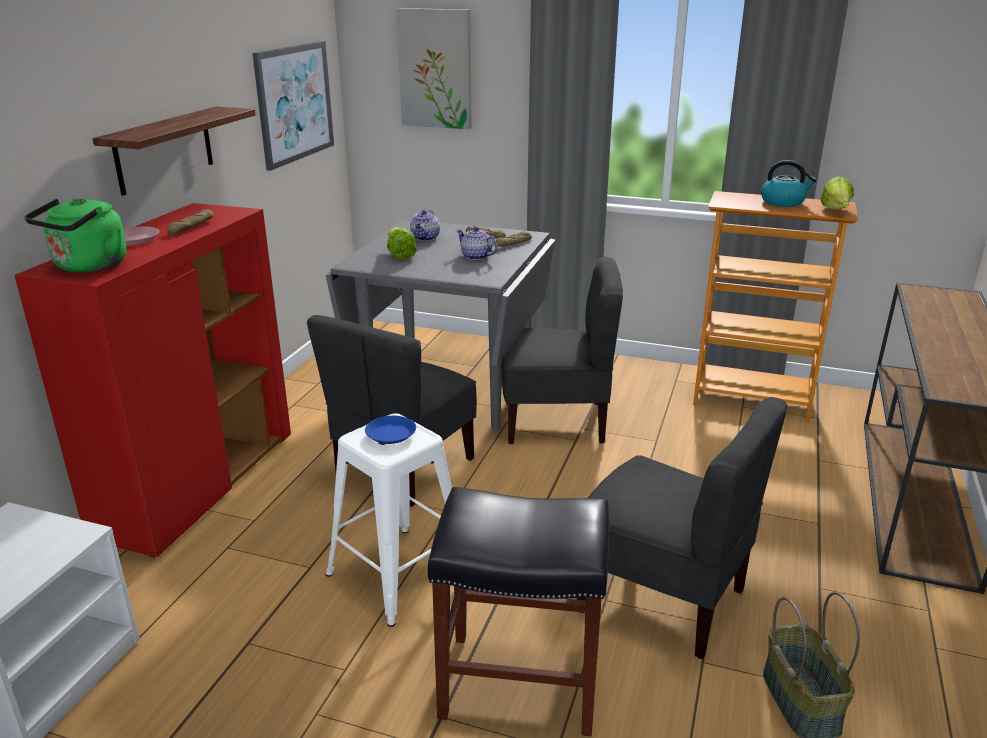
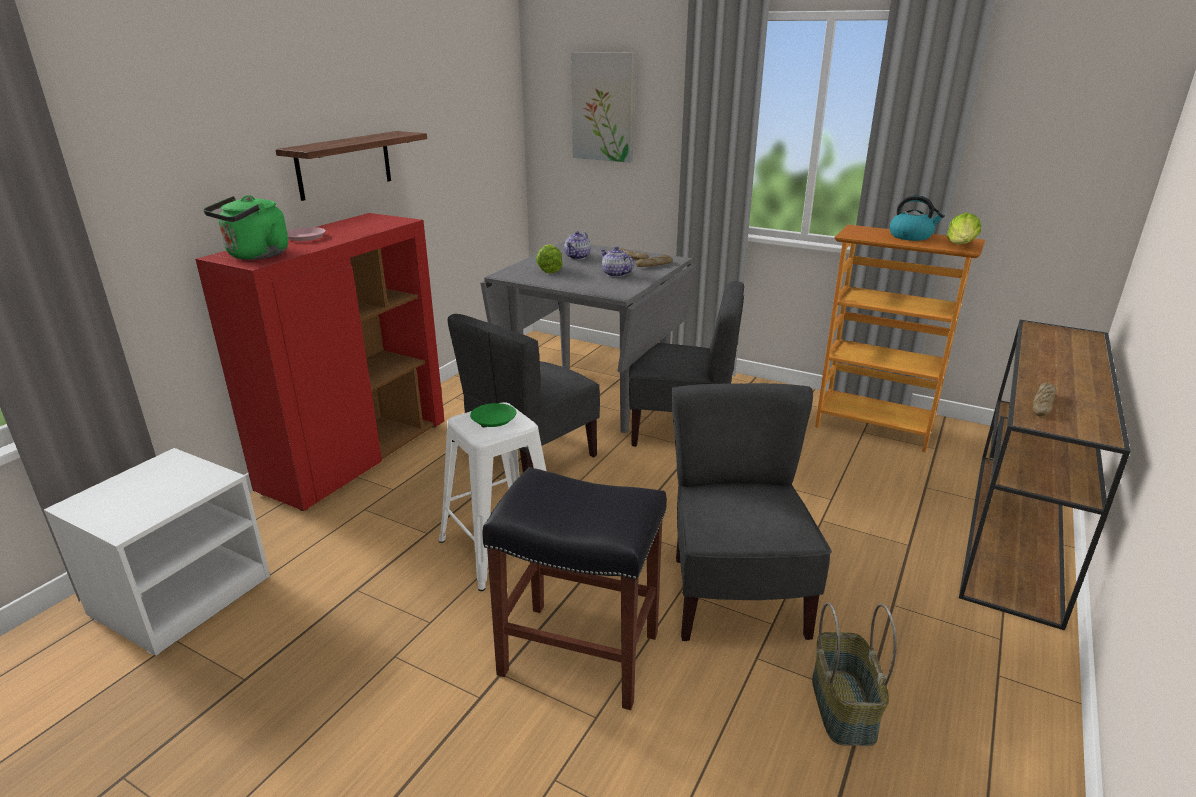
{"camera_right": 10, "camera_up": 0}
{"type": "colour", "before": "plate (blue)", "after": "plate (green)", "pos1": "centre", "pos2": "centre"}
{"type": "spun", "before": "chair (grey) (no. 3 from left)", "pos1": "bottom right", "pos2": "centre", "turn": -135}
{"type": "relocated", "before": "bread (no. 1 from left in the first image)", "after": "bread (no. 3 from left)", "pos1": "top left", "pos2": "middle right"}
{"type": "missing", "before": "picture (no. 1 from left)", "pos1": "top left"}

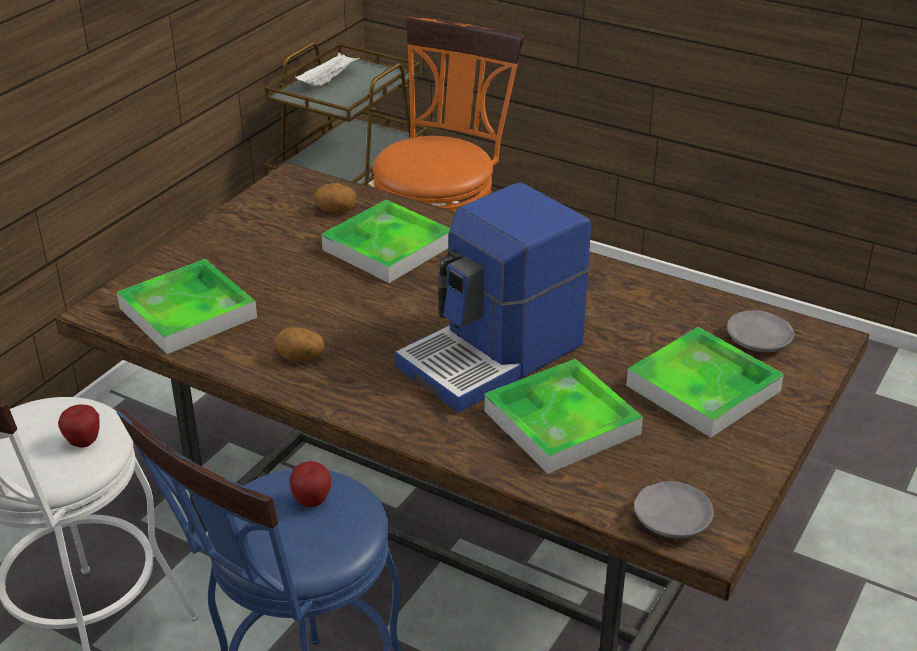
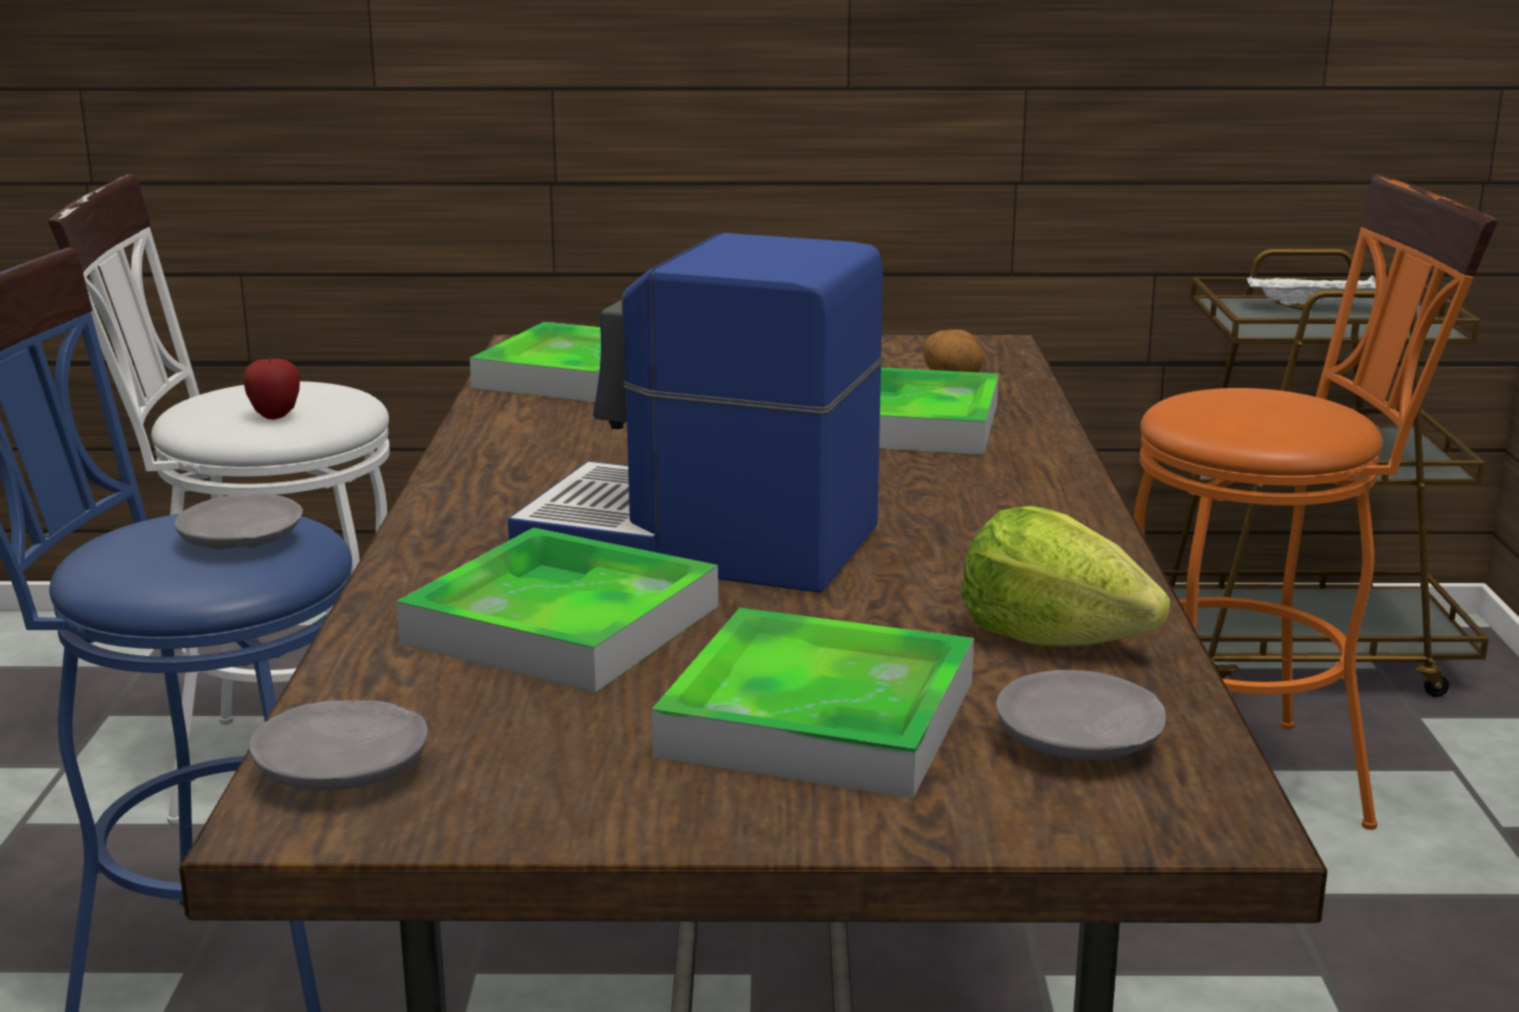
{"camera_right": 60, "camera_up": -15}
{"type": "exchanged", "before": "apple (no. 2 from left)", "after": "plate (grey) (no. 1 from left)", "pos1": "bottom centre", "pos2": "middle left"}
{"type": "appeared", "after": "lettuce", "pos2": "middle right"}
{"type": "missing", "before": "potato (no. 1 from left)", "pos1": "middle left"}

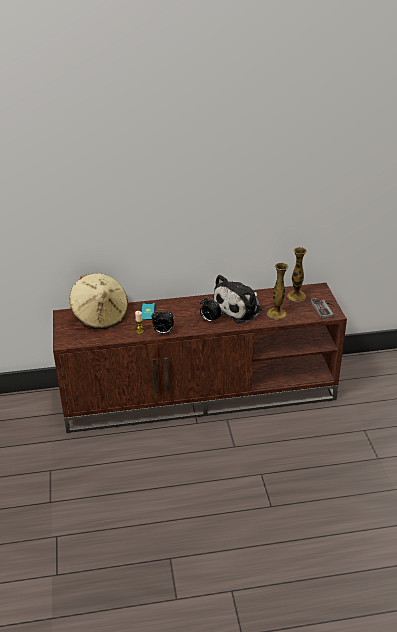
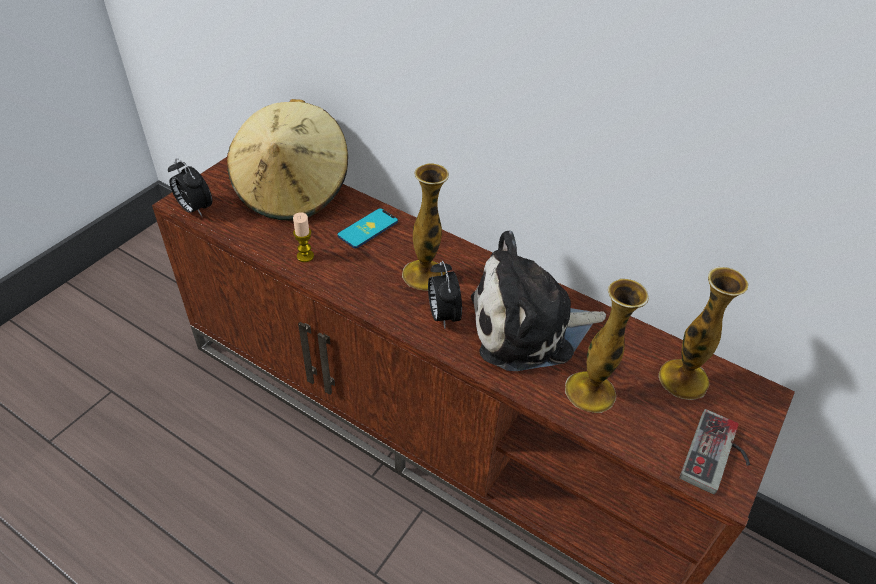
{"camera_right": 40, "camera_up": 10}
{"type": "relocated", "before": "alarm clock (no. 1 from left)", "pos1": "centre", "pos2": "top left"}
{"type": "appeared", "after": "vase (no. 1 from left)", "pos2": "centre"}

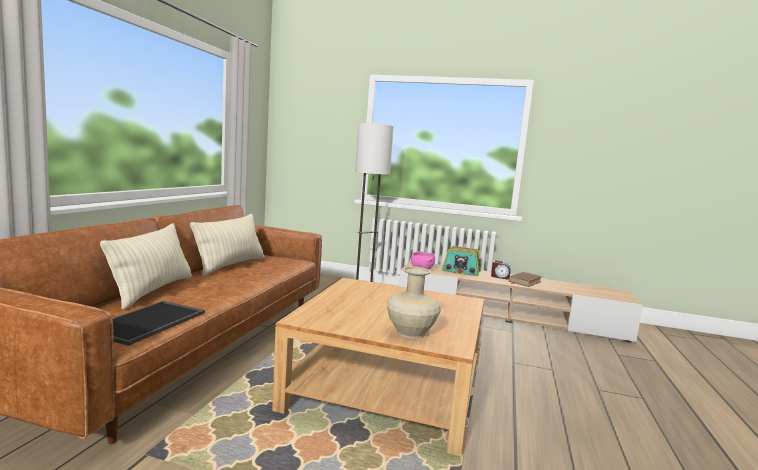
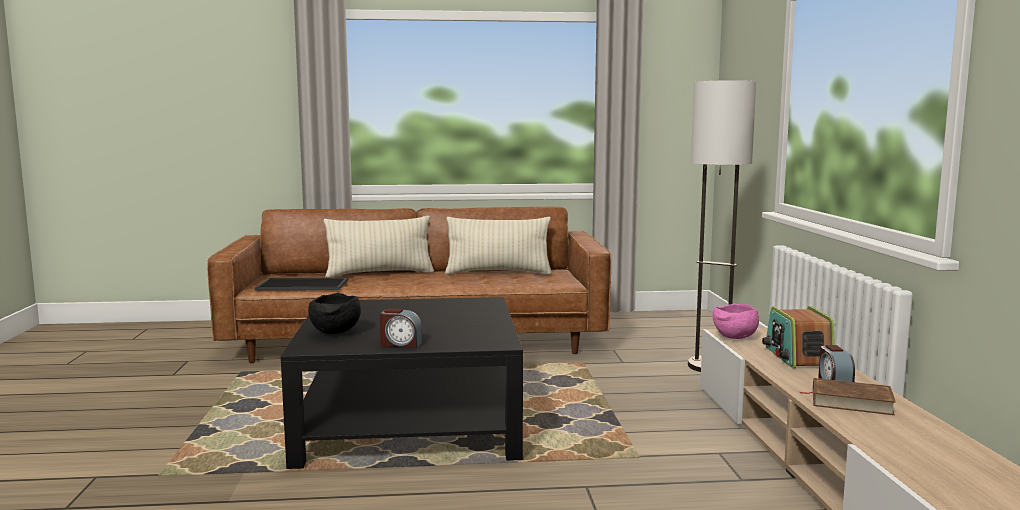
{"camera_right": 70, "camera_up": 0}
{"type": "colour", "before": "coffee table (beige)", "after": "coffee table (black)", "pos1": "bottom centre", "pos2": "bottom centre"}
{"type": "exchanged", "before": "vase (beige)", "after": "bowl (black)", "pos1": "centre", "pos2": "middle left"}
{"type": "appeared", "after": "alarm clock (no. 1 from left)", "pos2": "centre"}

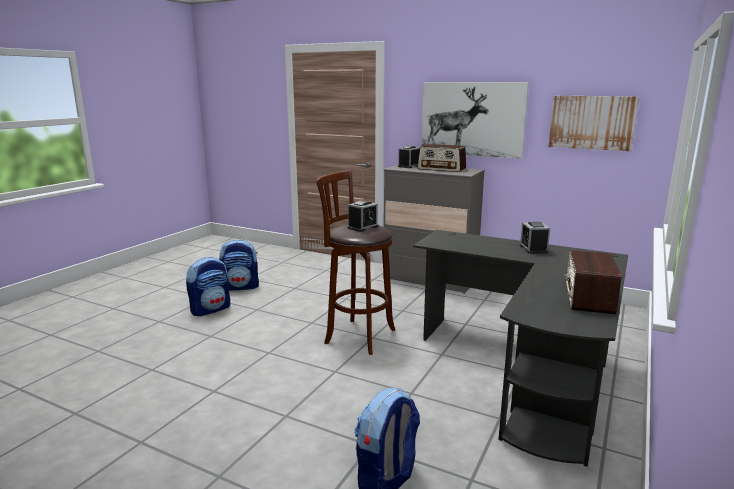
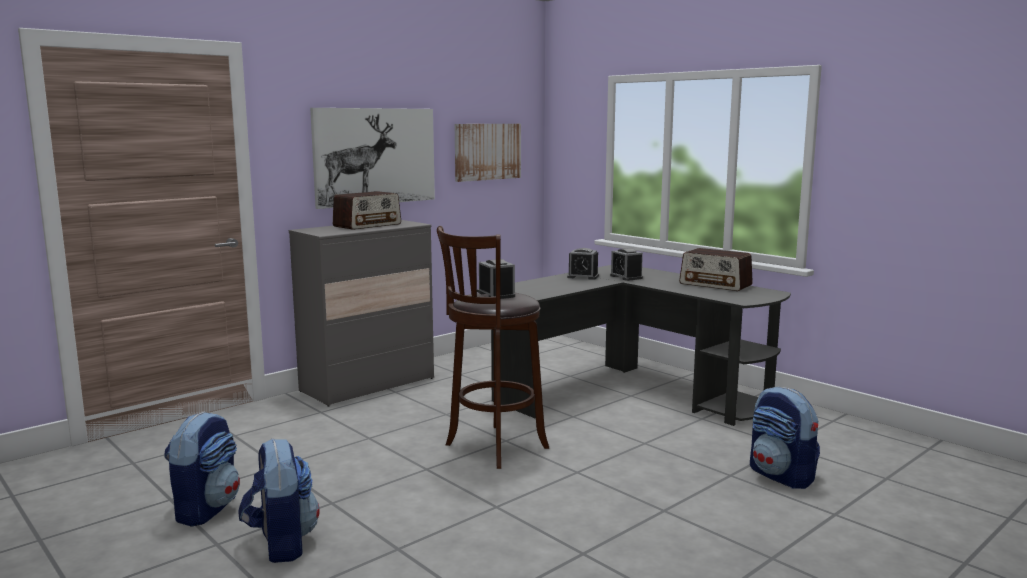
{"camera_right": -70, "camera_up": -5}
{"type": "relocated", "before": "alarm clock (no. 2 from left in the first image)", "after": "alarm clock (no. 3 from left)", "pos1": "top centre", "pos2": "centre"}

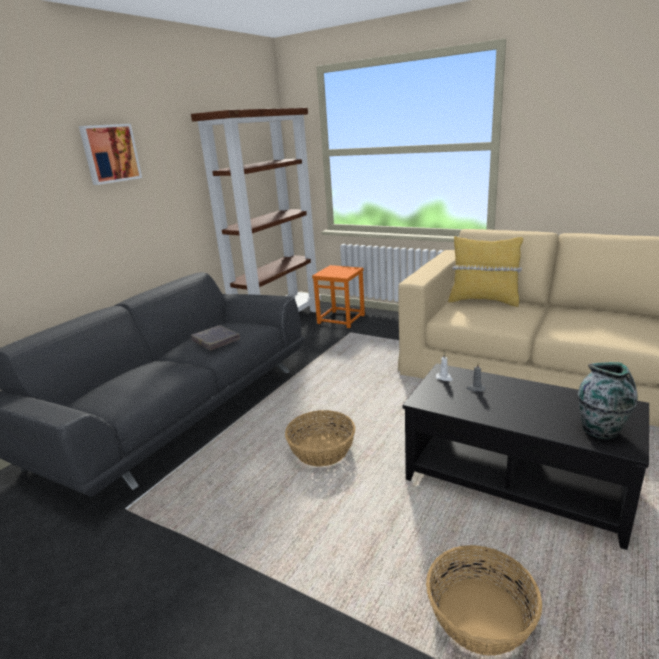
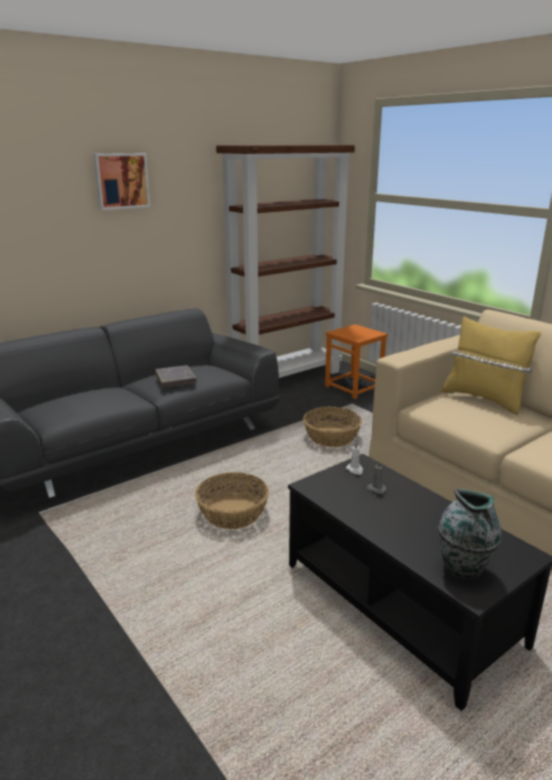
{"camera_right": 20, "camera_up": 0}
{"type": "relocated", "before": "basket (no. 2 from left)", "pos1": "bottom right", "pos2": "centre"}

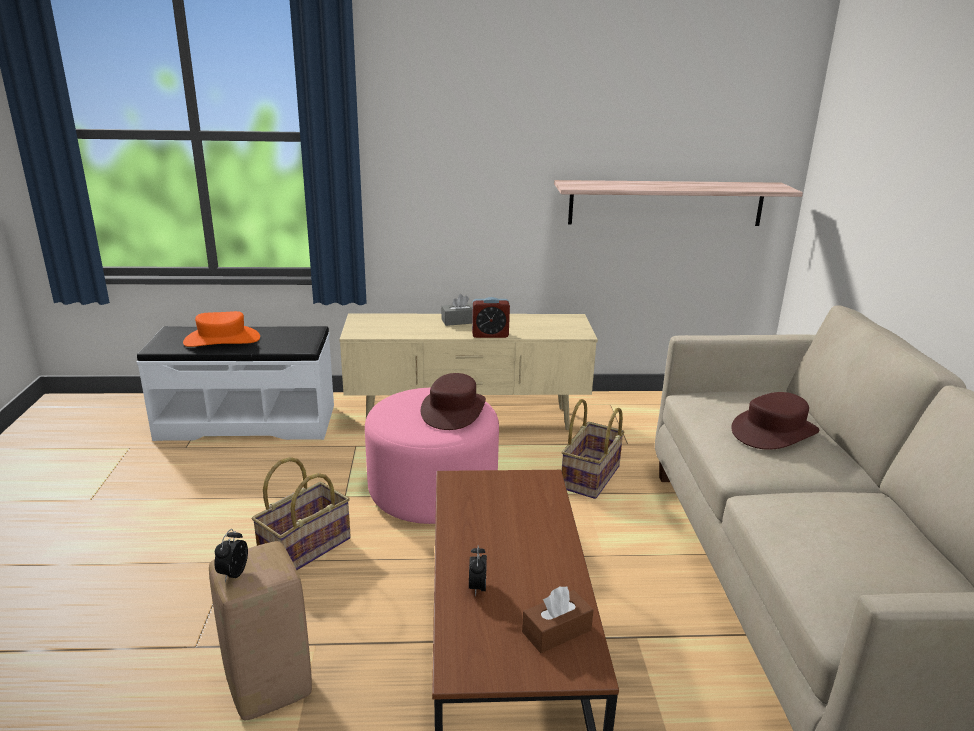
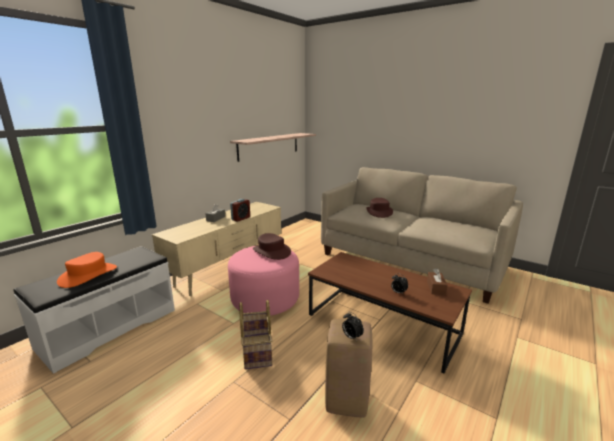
{"camera_right": -50, "camera_up": -5}
{"type": "missing", "before": "basket (no. 2 from left)", "pos1": "centre"}

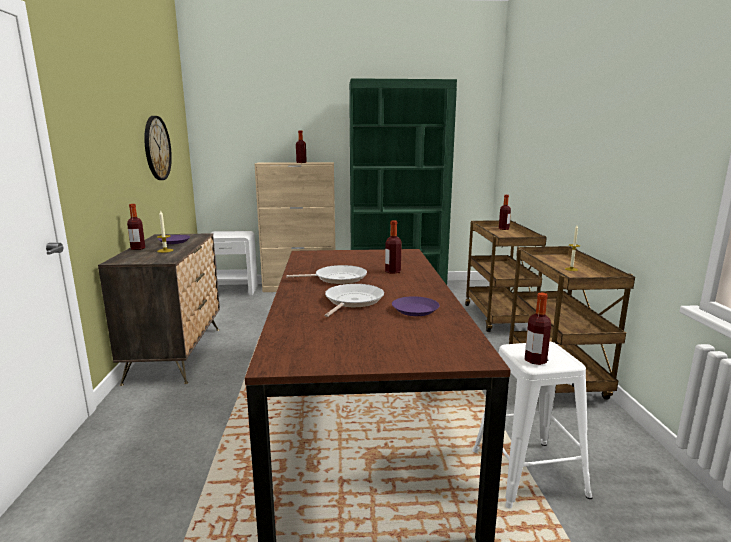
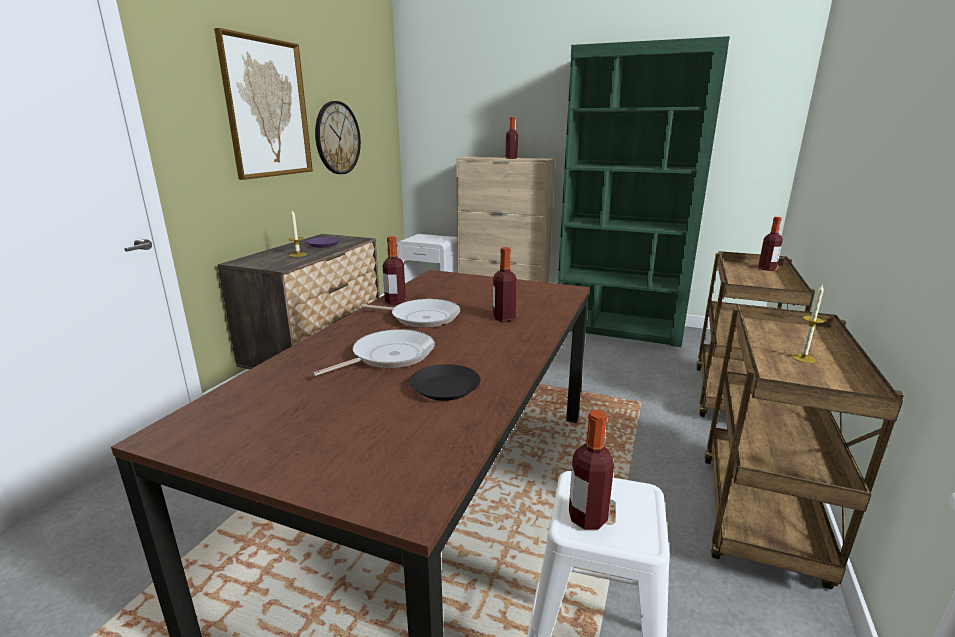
{"camera_right": 25, "camera_up": 5}
{"type": "appeared", "after": "picture", "pos2": "top left"}
{"type": "relocated", "before": "bottle (no. 1 from left)", "pos1": "middle left", "pos2": "centre"}
{"type": "colour", "before": "plate (purple) (no. 2 from left)", "after": "plate (black)", "pos1": "centre", "pos2": "centre"}

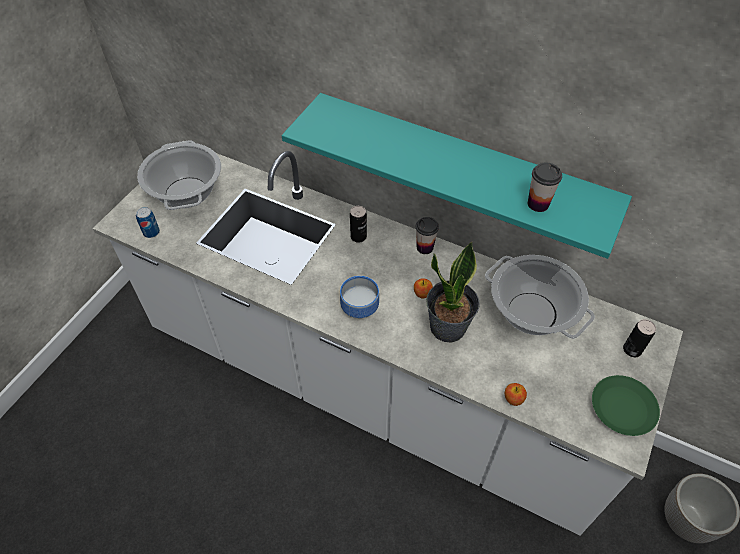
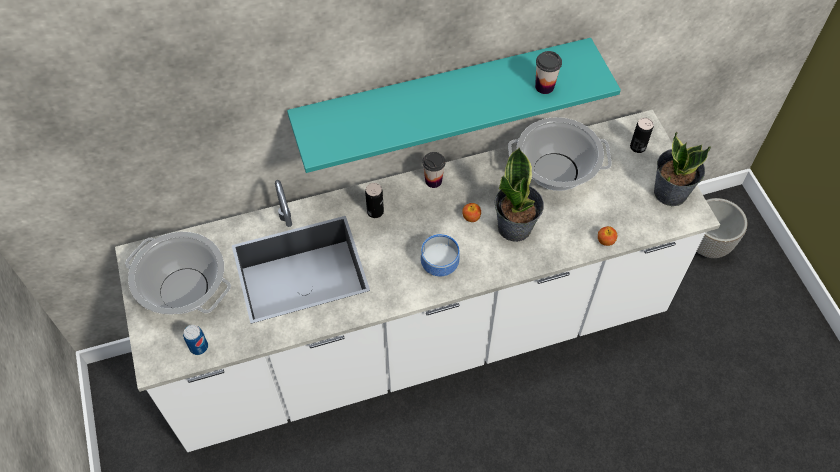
{"camera_right": -45, "camera_up": 5}
{"type": "exchanged", "before": "plate (green)", "after": "potted plant (no. 2 from left)", "pos1": "bottom right", "pos2": "middle right"}

